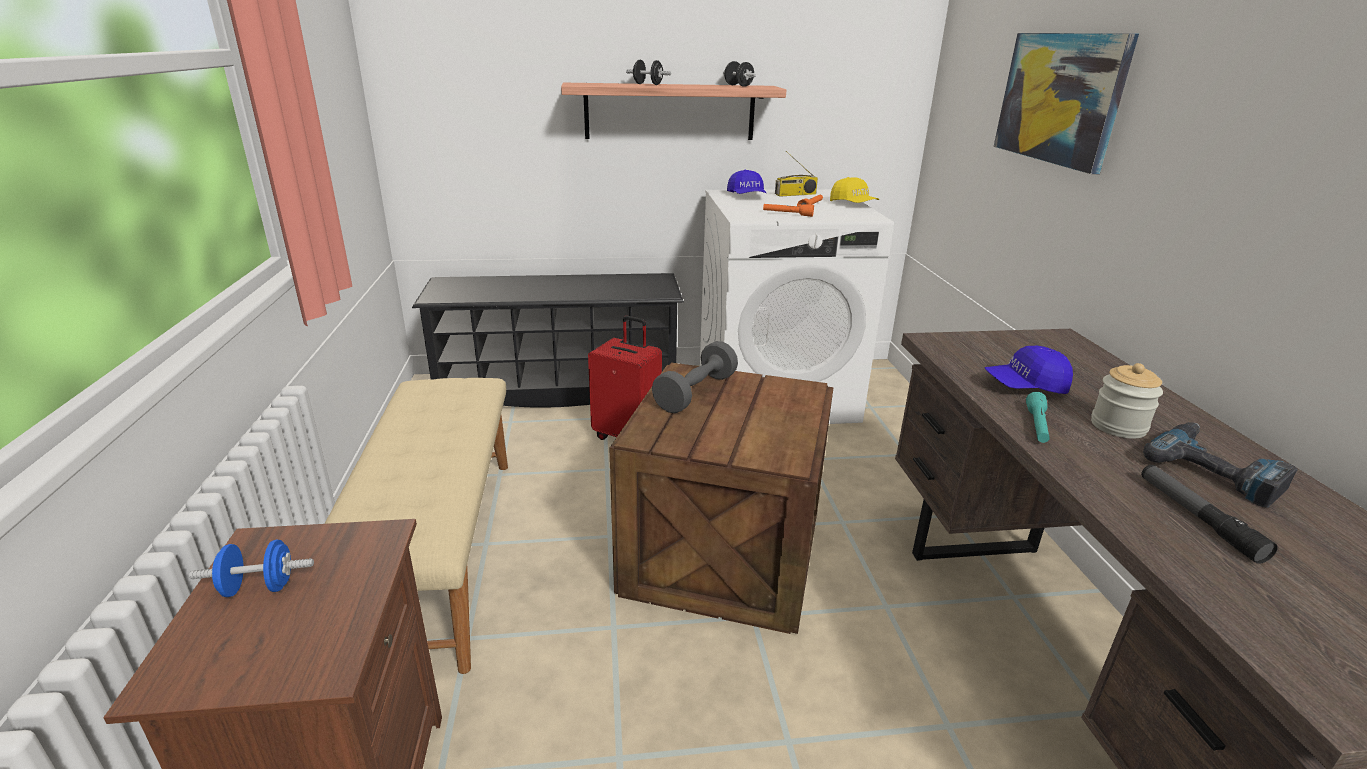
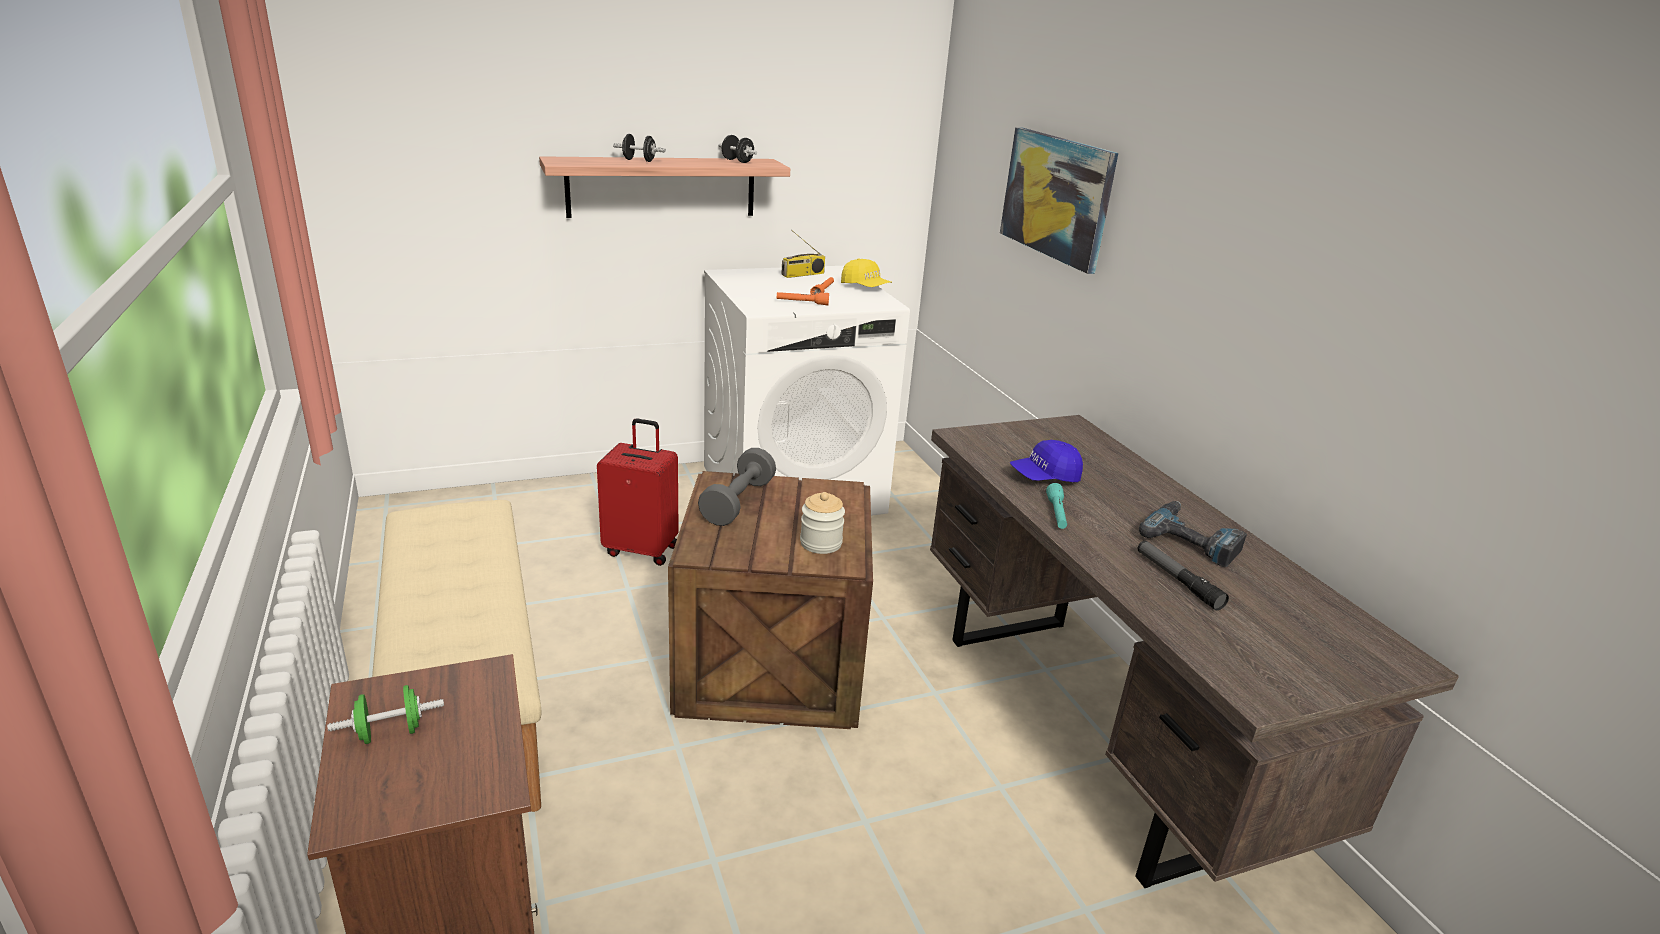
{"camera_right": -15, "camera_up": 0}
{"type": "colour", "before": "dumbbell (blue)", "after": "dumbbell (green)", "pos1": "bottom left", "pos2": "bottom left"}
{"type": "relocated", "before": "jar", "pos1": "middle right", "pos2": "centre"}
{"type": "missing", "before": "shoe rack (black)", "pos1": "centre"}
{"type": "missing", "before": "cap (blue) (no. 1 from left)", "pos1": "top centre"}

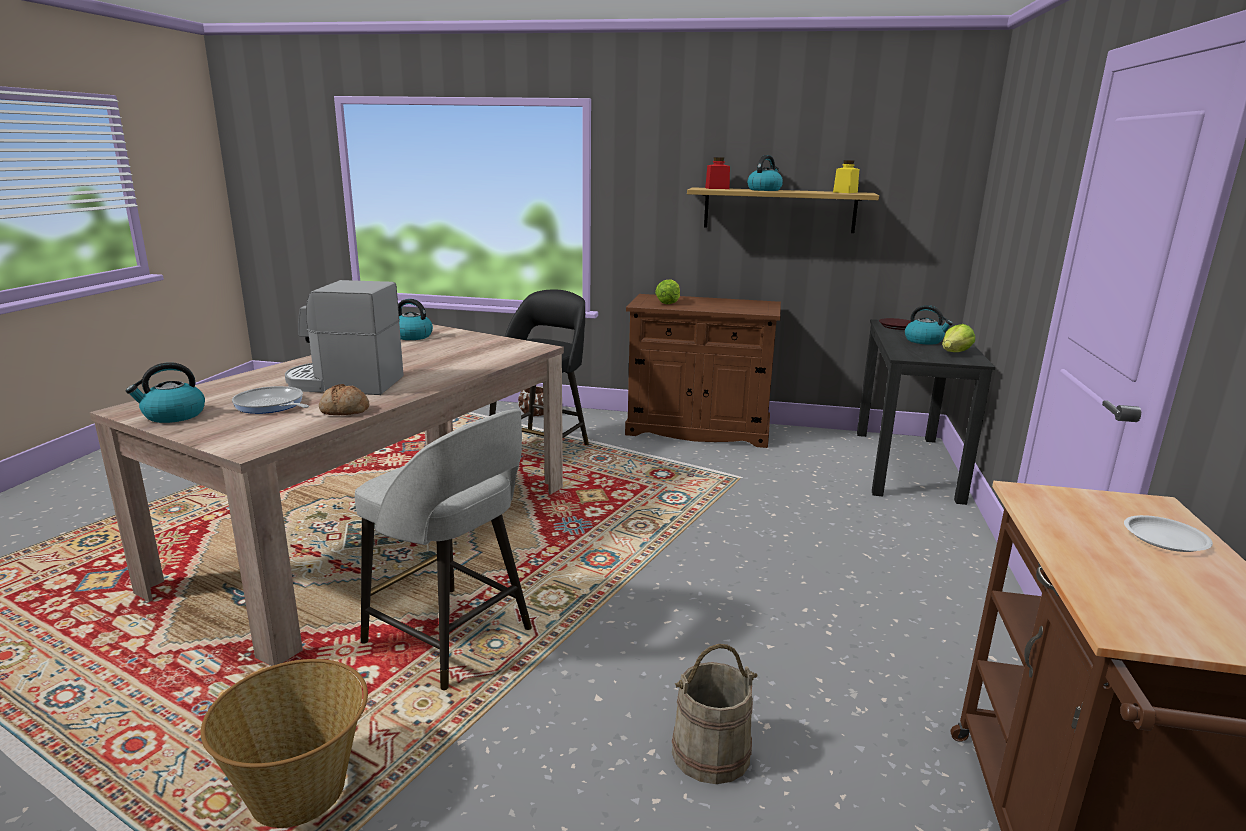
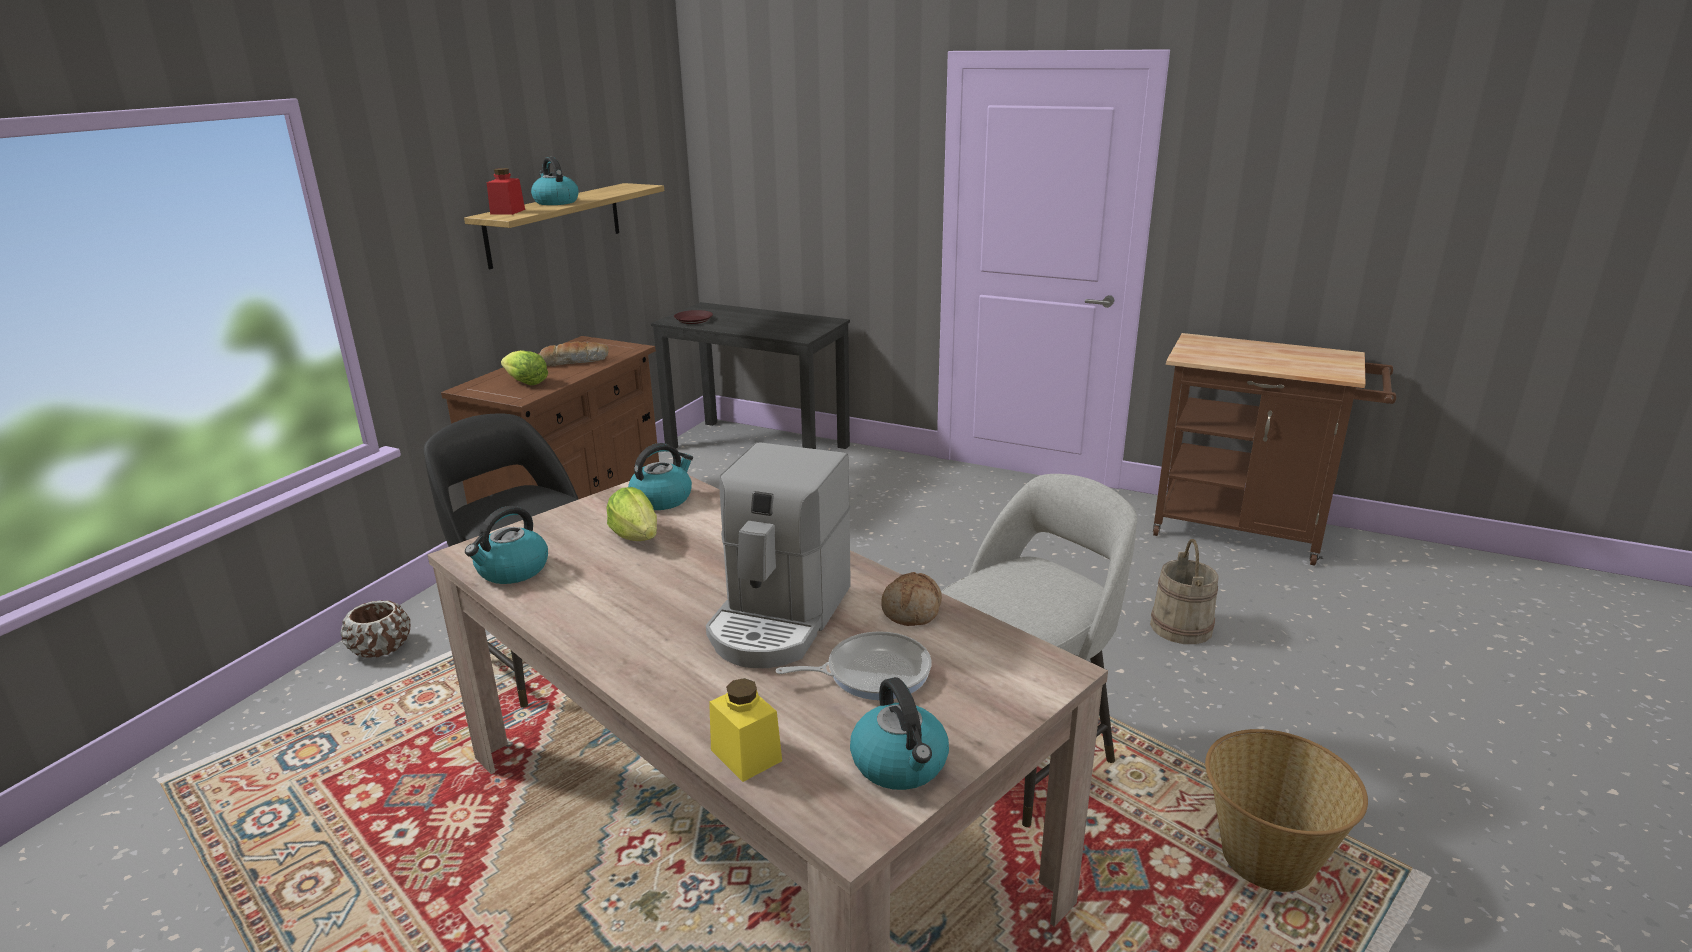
{"camera_right": -75, "camera_up": 5}
{"type": "appeared", "after": "bread (no. 1 from left)", "pos2": "centre"}
{"type": "relocated", "before": "lettuce (no. 2 from left)", "pos1": "middle right", "pos2": "centre"}
{"type": "relocated", "before": "kettle (no. 4 from left in the first image)", "after": "kettle (no. 3 from left)", "pos1": "middle right", "pos2": "centre"}
{"type": "relocated", "before": "jar (yellow)", "pos1": "top right", "pos2": "bottom centre"}
{"type": "spun", "before": "frying pan", "pos1": "middle left", "pos2": "bottom centre", "turn": -150}
{"type": "missing", "before": "plate (white)", "pos1": "middle right"}

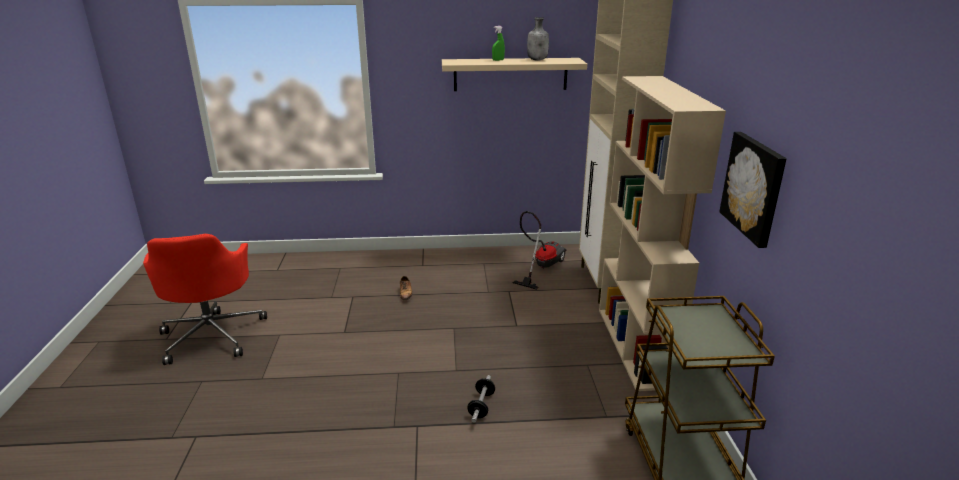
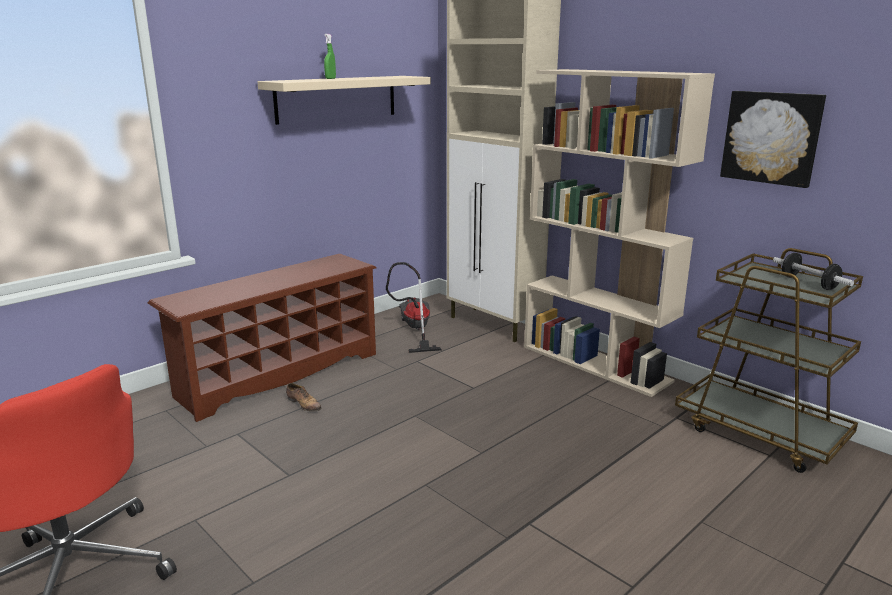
{"camera_right": -40, "camera_up": -5}
{"type": "appeared", "after": "shoe rack (brown)", "pos2": "middle left"}
{"type": "relocated", "before": "dumbbell", "pos1": "bottom centre", "pos2": "middle right"}
{"type": "missing", "before": "bottle (grey)", "pos1": "top centre"}

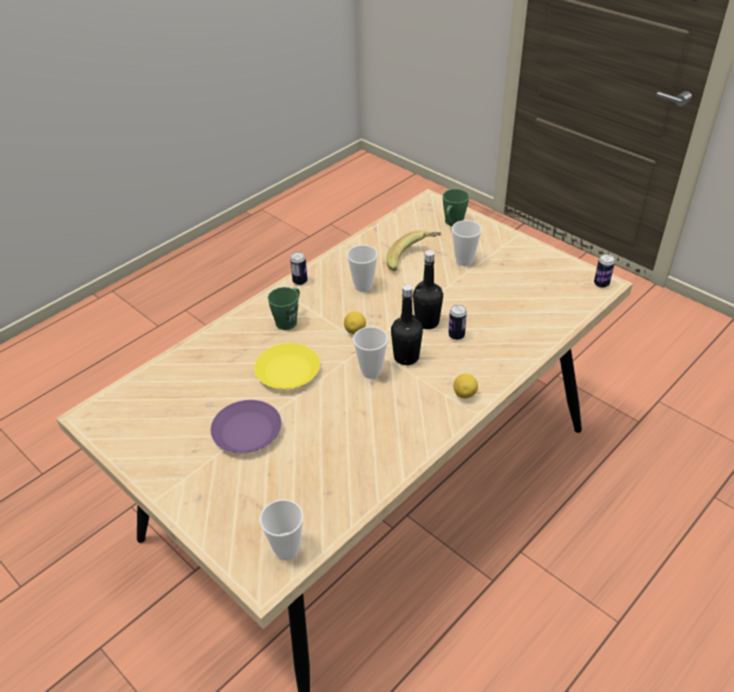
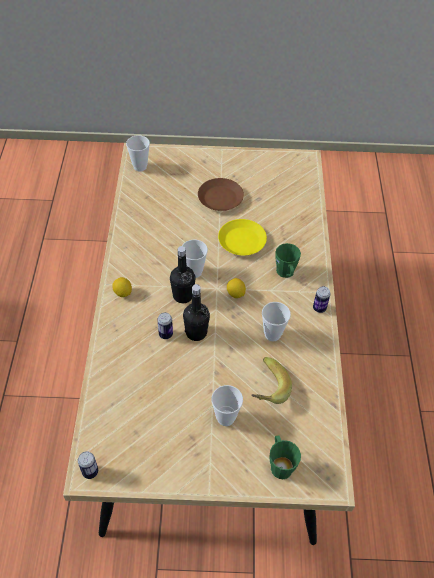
{"camera_right": 135, "camera_up": 10}
{"type": "colour", "before": "plate (purple)", "after": "plate (brown)", "pos1": "centre", "pos2": "centre"}

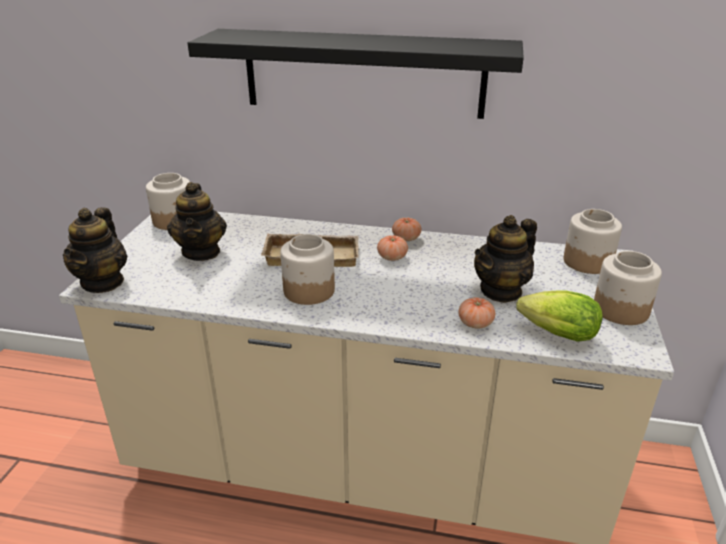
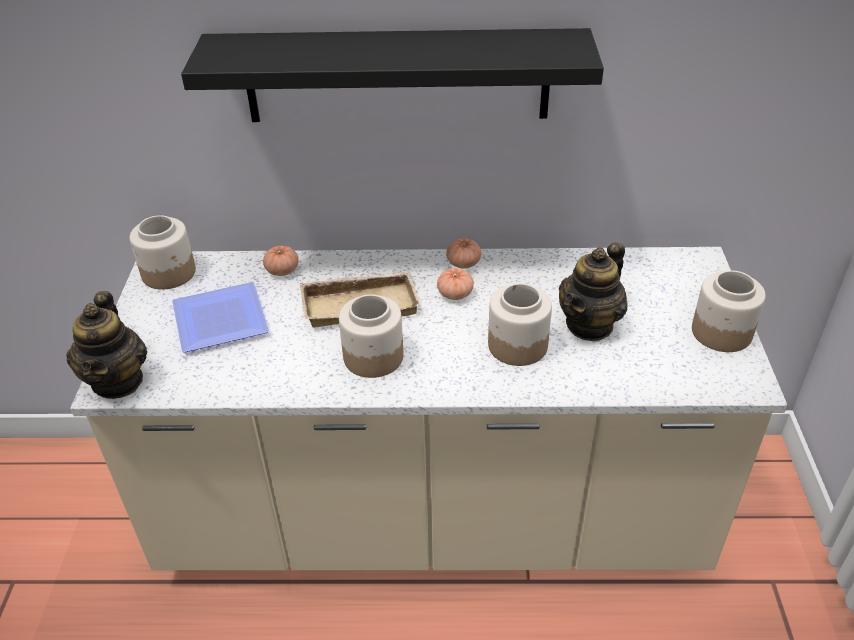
{"camera_right": -10, "camera_up": 10}
{"type": "exchanged", "before": "teapot (no. 2 from left)", "after": "plate", "pos1": "middle left", "pos2": "middle left"}
{"type": "relocated", "before": "tomato (no. 3 from left in the first image)", "after": "tomato (no. 1 from left)", "pos1": "centre", "pos2": "middle left"}
{"type": "relocated", "before": "jar (no. 3 from left)", "pos1": "middle right", "pos2": "centre"}
{"type": "missing", "before": "lettuce", "pos1": "middle right"}

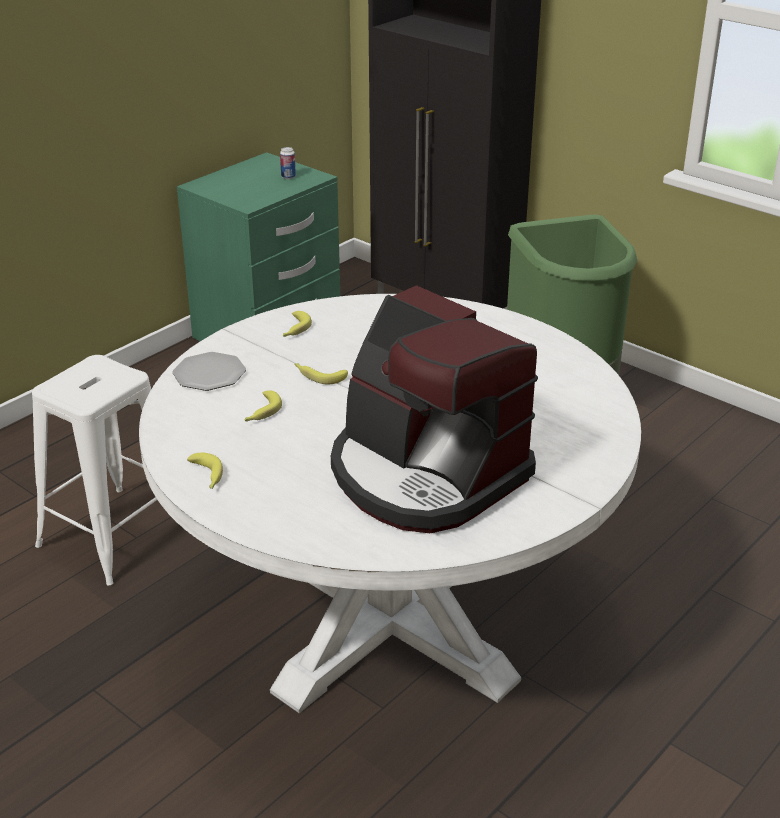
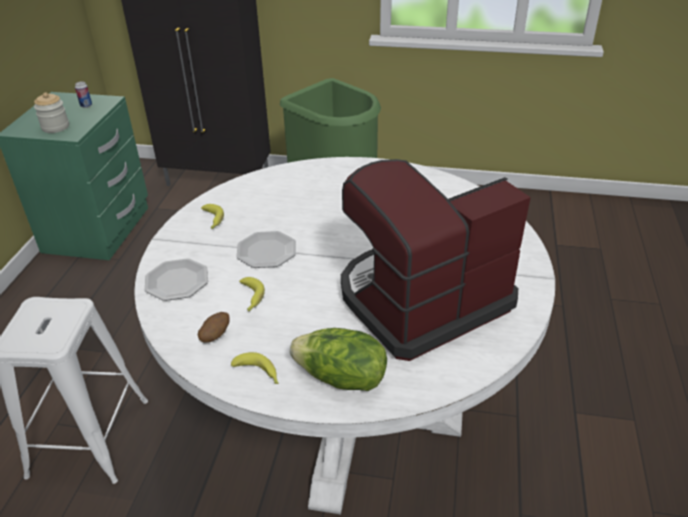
{"camera_right": -30, "camera_up": 5}
{"type": "appeared", "after": "jar", "pos2": "top left"}
{"type": "appeared", "after": "potato", "pos2": "middle left"}
{"type": "exchanged", "before": "banana (no. 4 from left)", "after": "plate (no. 2 from left)", "pos1": "centre", "pos2": "centre"}
{"type": "appeared", "after": "lettuce", "pos2": "bottom centre"}
{"type": "spun", "before": "coffee machine", "pos1": "centre", "pos2": "centre", "turn": 135}

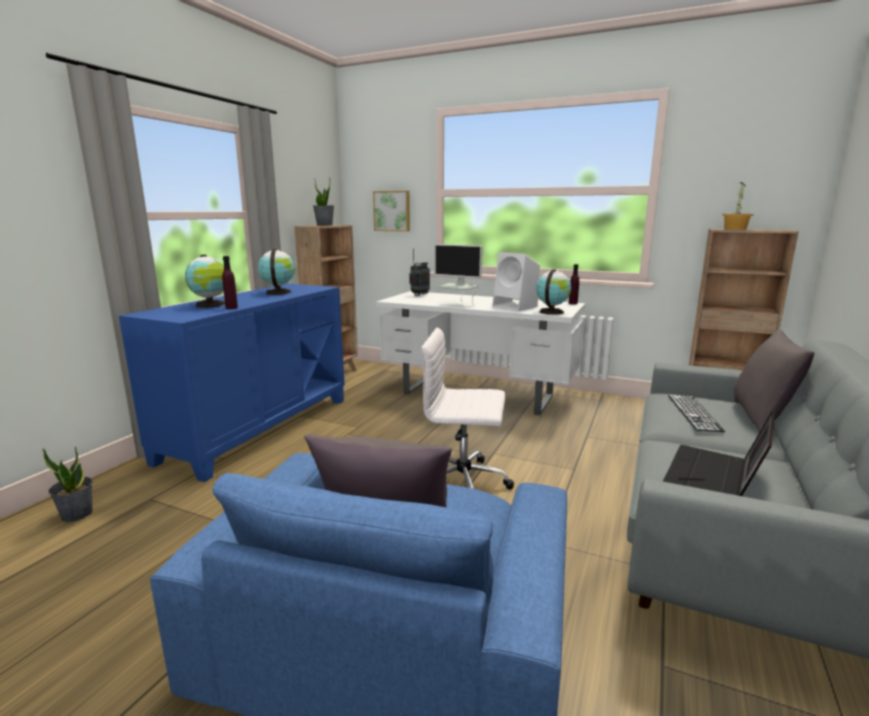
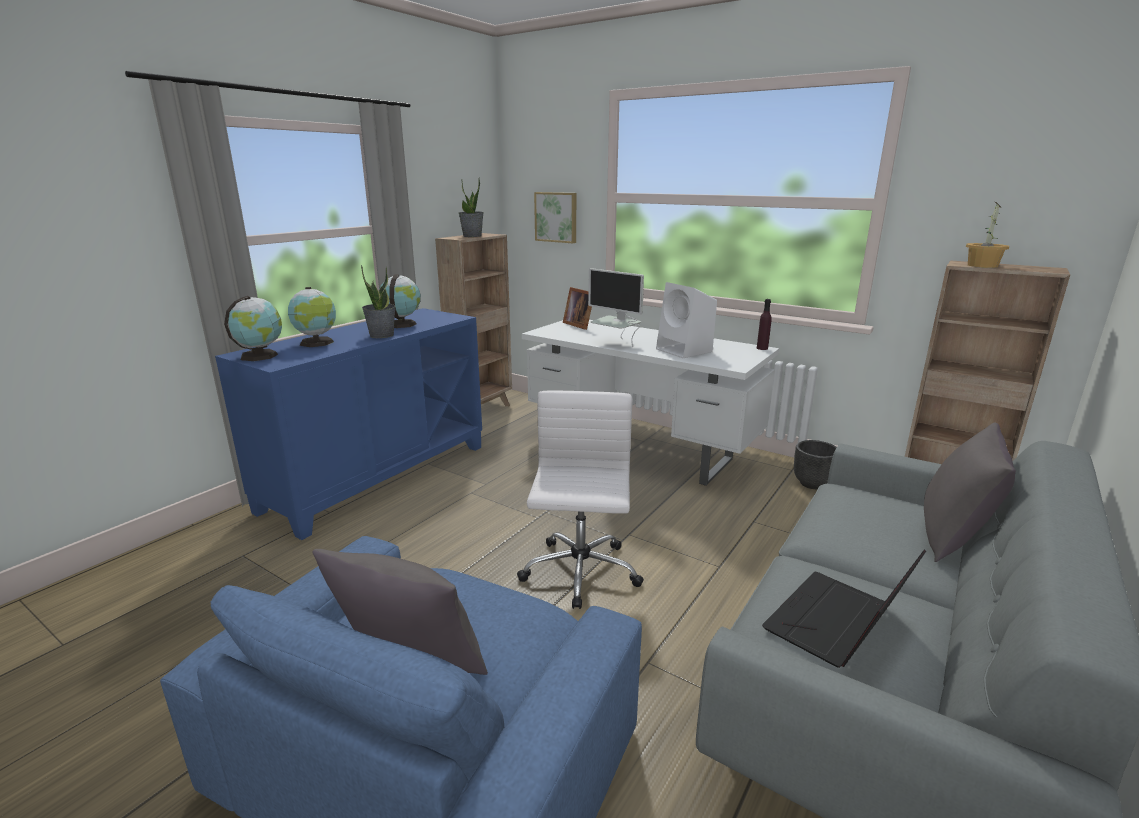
{"camera_right": 10, "camera_up": 5}
{"type": "relocated", "before": "globe (no. 3 from left in the first image)", "after": "globe (no. 1 from left)", "pos1": "centre", "pos2": "middle left"}
{"type": "relocated", "before": "potted plant (no. 1 from left)", "pos1": "bottom left", "pos2": "middle left"}
{"type": "spun", "before": "office chair (white)", "pos1": "centre", "pos2": "centre", "turn": 75}
{"type": "exchanged", "before": "radio", "after": "picture frame", "pos1": "centre", "pos2": "centre"}
{"type": "appeared", "after": "planter (black)", "pos2": "middle right"}
{"type": "missing", "before": "bottle (purple) (no. 1 from left)", "pos1": "middle left"}
{"type": "missing", "before": "keyboard", "pos1": "middle right"}

